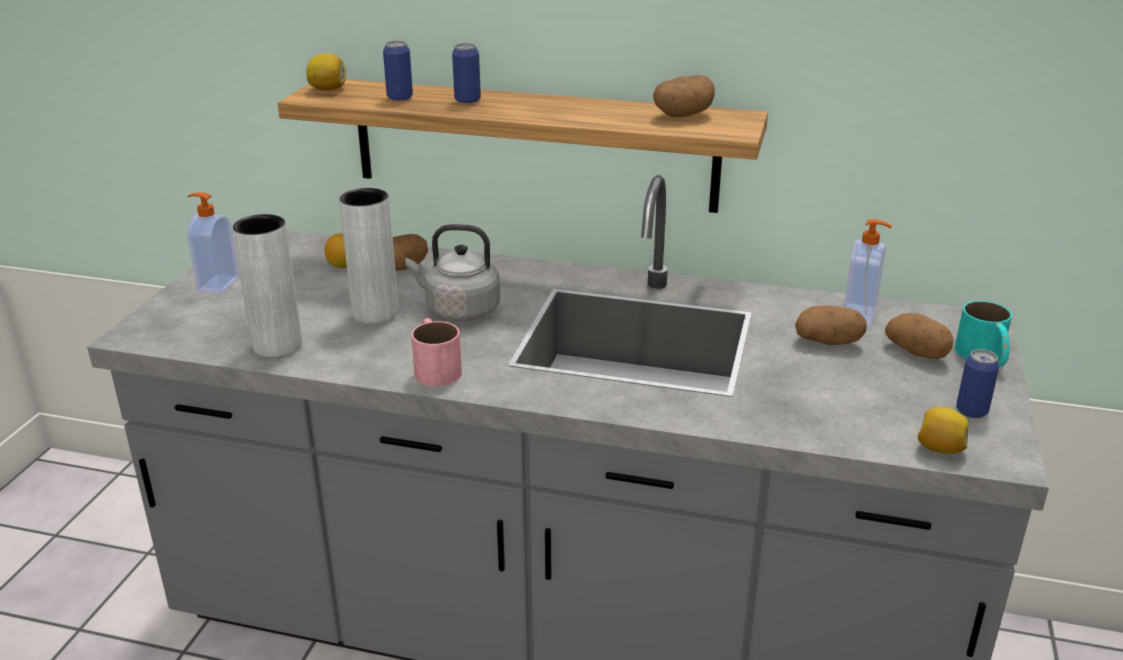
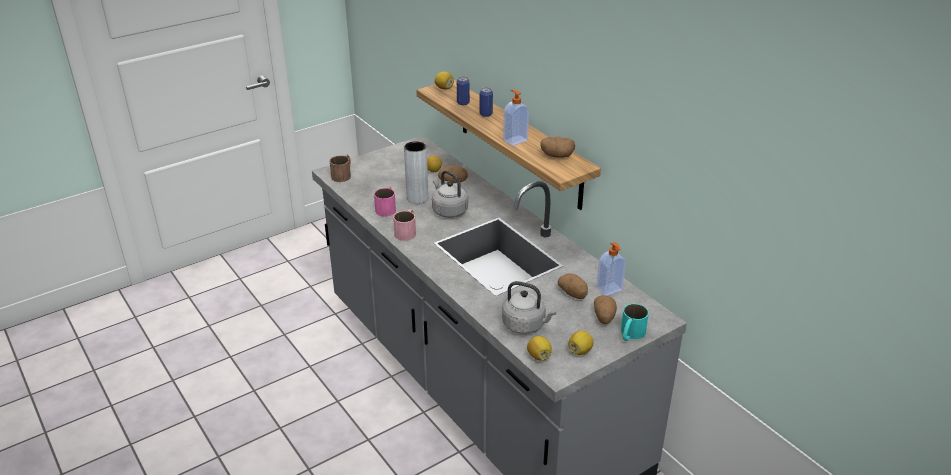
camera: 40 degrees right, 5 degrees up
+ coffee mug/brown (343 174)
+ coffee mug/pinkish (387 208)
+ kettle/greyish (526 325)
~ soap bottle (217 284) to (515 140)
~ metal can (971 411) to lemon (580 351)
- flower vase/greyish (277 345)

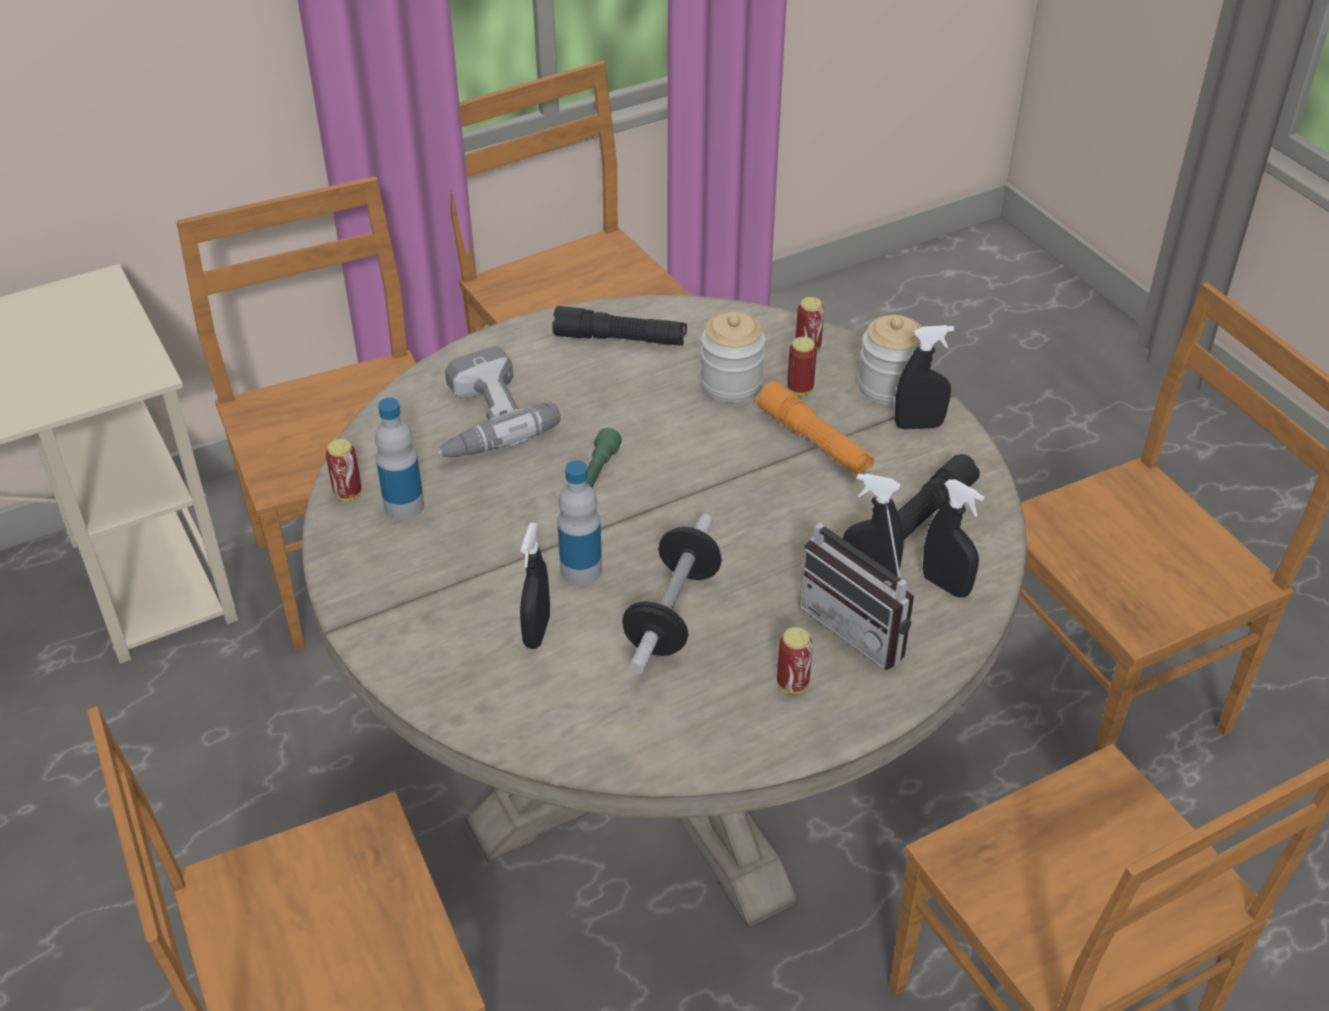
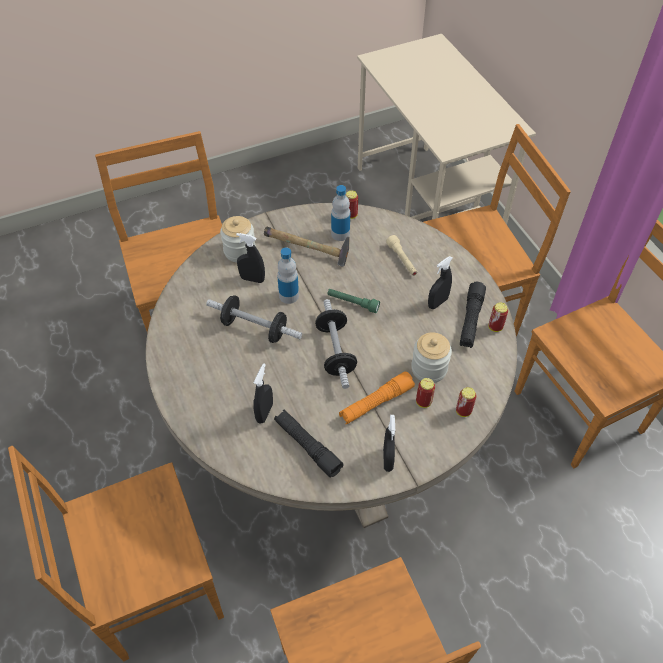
camera: 95 degrees right, 10 degrees up
~ jar (888 387) to (240 251)
+ hammer (308 251)
+ dumbbell (335 351)
~ drill (480 419) to hand torch/sand-coloured (402 260)
~ sprayer/blackish (946 585) to (437 302)
~ metal can (792 684) to (495 327)
- radio receiver (862 626)

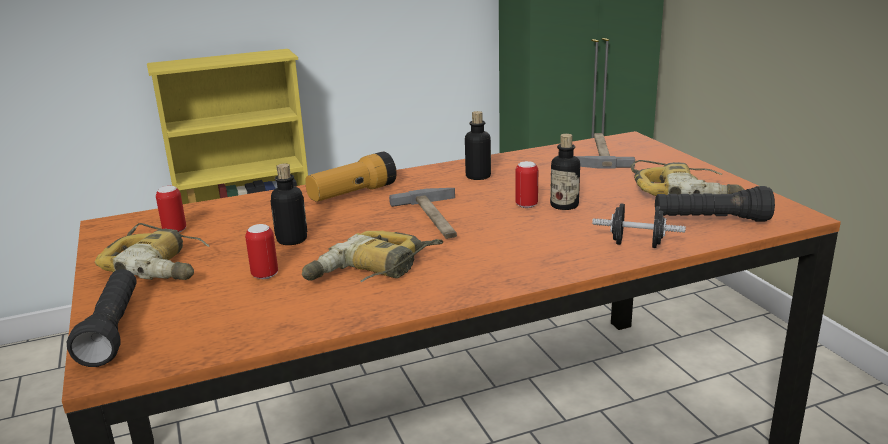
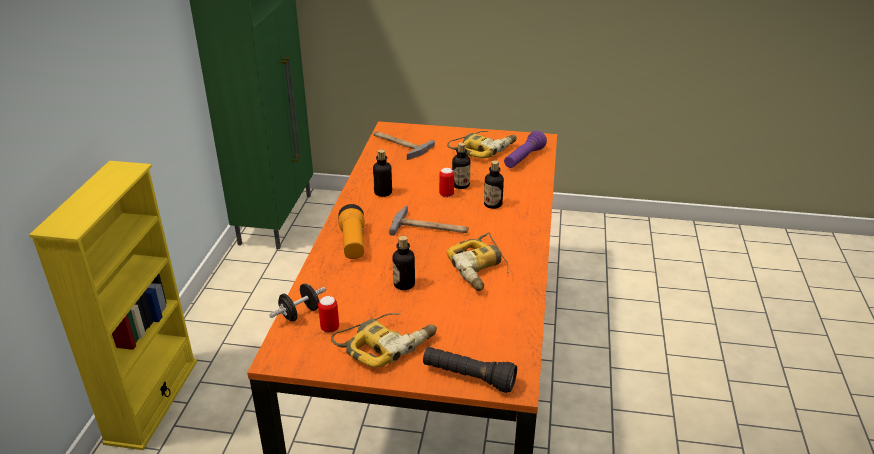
camera: 60 degrees left, 10 degrees up
~ dumbbell/blackish (636 244) to (300 313)
+ bottle (493 204)
~ hand torch/blackish (710 220) to hand torch/purple-coloured (524 159)
- metal can (265 275)

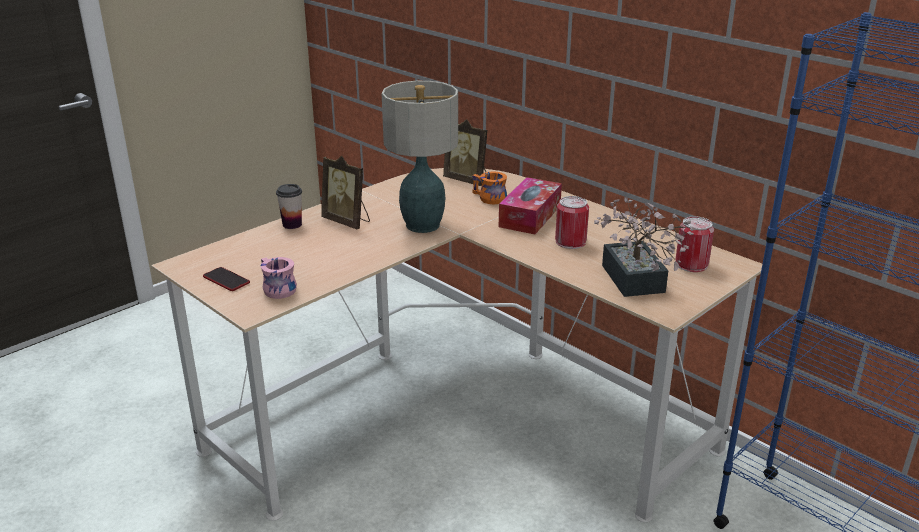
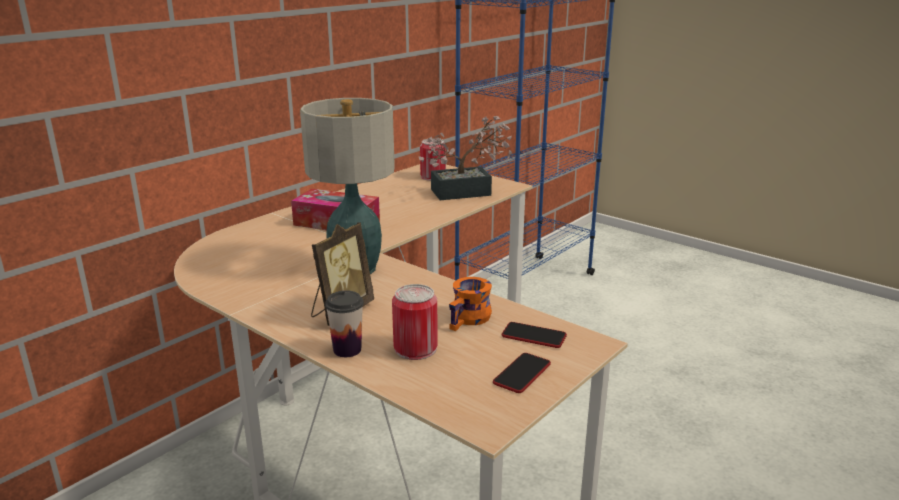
camera: 95 degrees left, 5 degrees down
~ metal can (570 242) to (415 348)
~ coffee mug/orange-coloured (488 198) to (470 320)
~ coffee mug/pinkish (275 289) to telephone (534 336)
- photo frame (467 180)

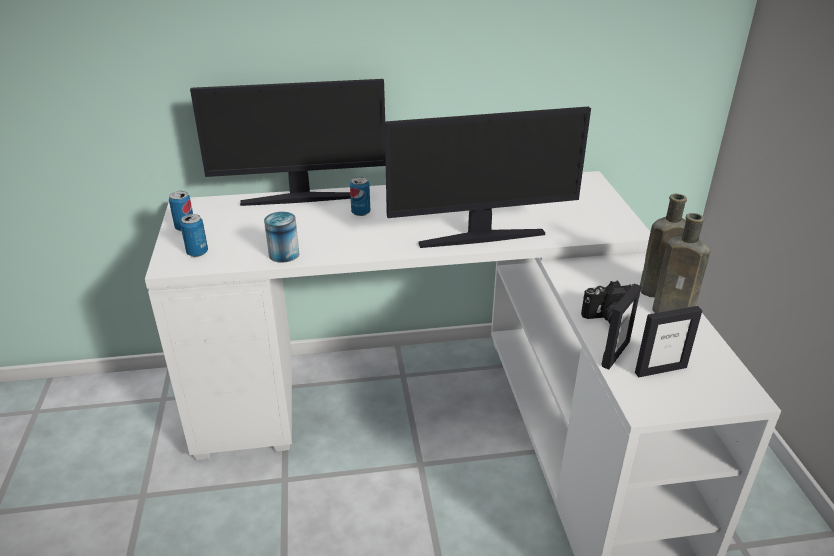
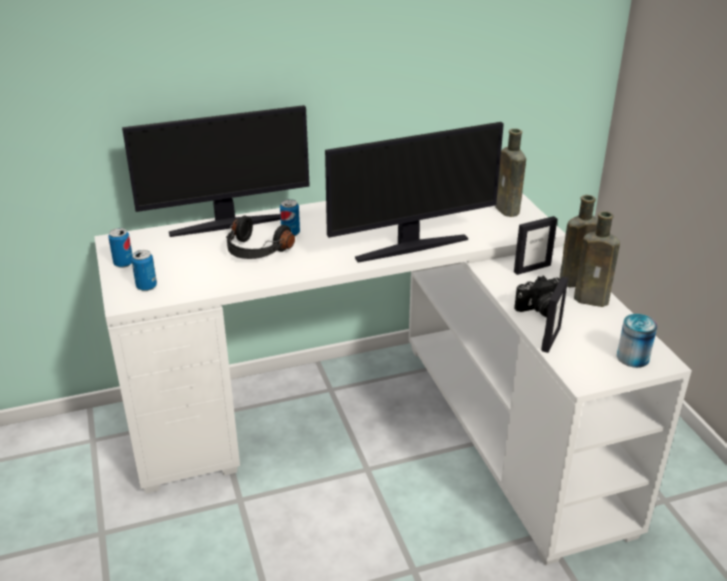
camera: 10 degrees left, 0 degrees up
+ headset/blackish (255 251)
+ bottle/brown (508 210)
~ photo frame (660 369) to (532 268)
~ metal can (284 254) to (632 357)

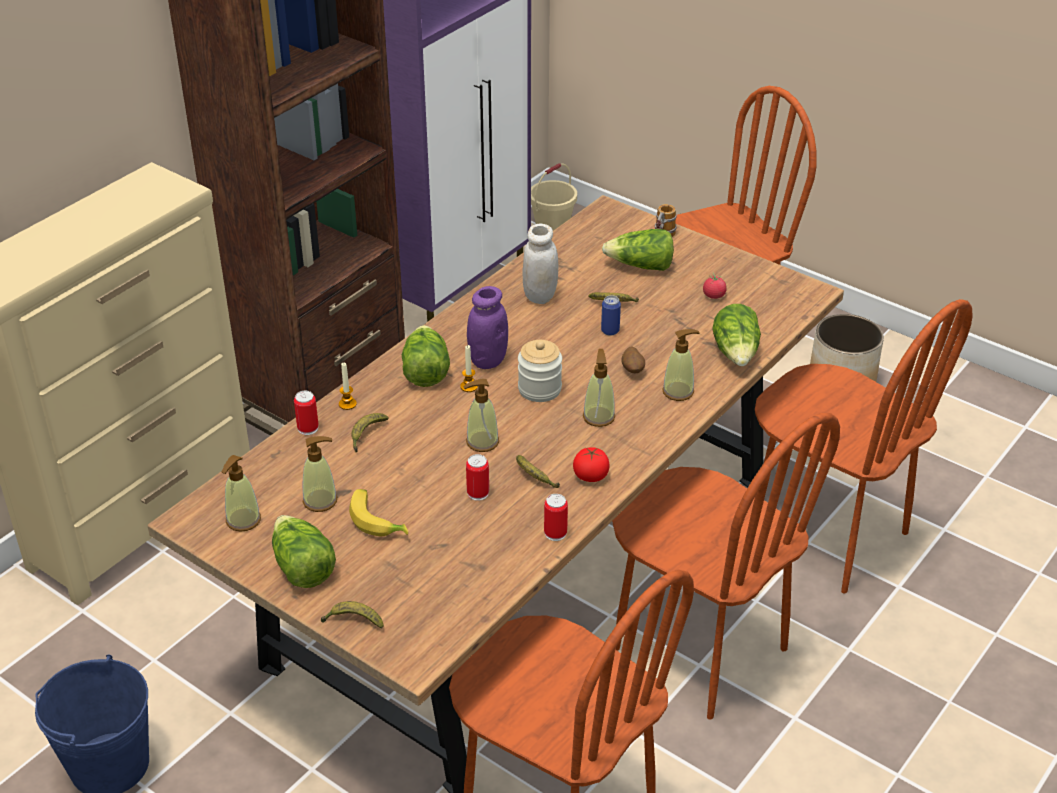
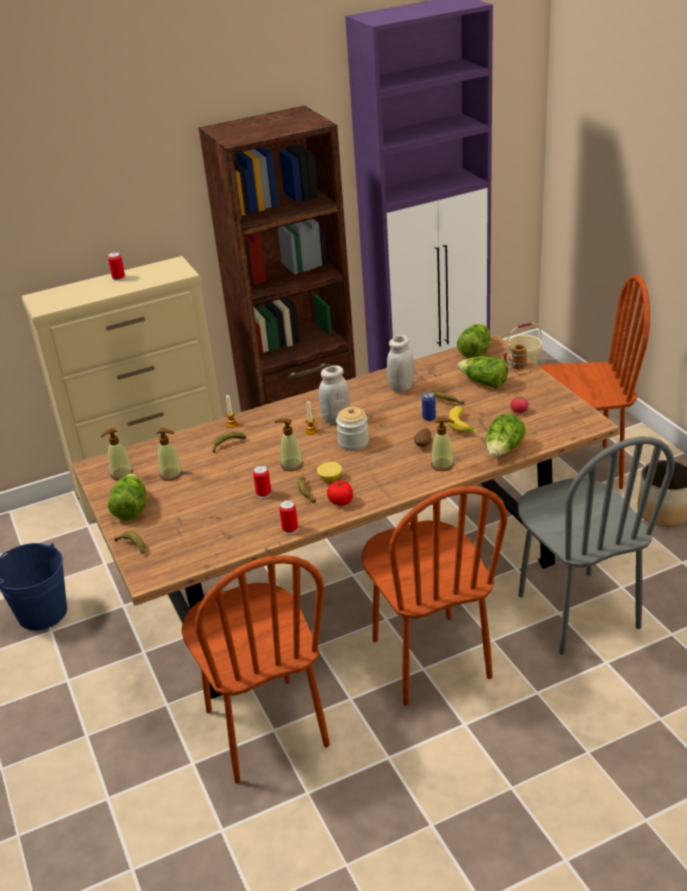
camera: 30 degrees right, 5 degrees down
~ metal can (308 428) to (118 278)
+ lemon (330 478)
~ jar/purple-coloured (488 360) to jar/white (335 418)
~ banana (378 520) to (464 425)
~ lettuce (425 371) to (474 350)
~ plain chair/brown (827 534) to plain chair/greyish (577 611)
- soap bottle (598 416)

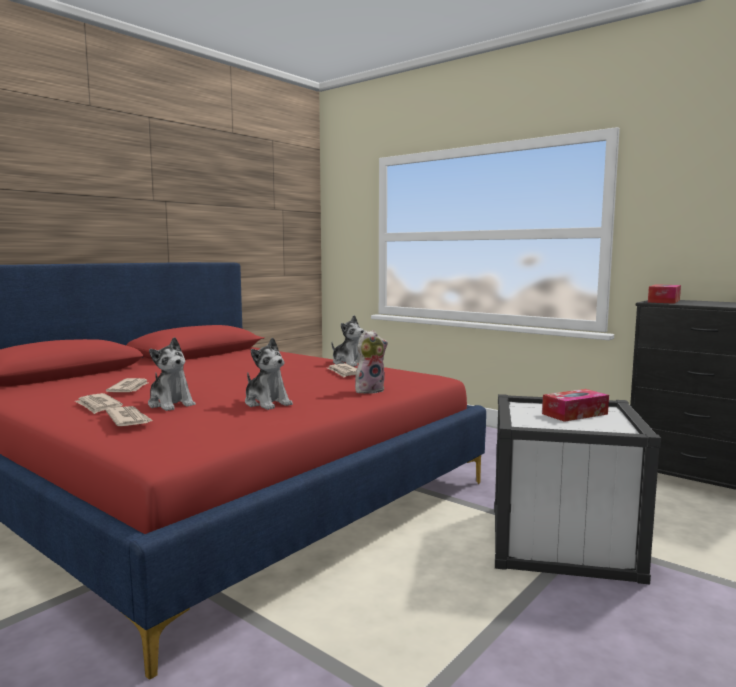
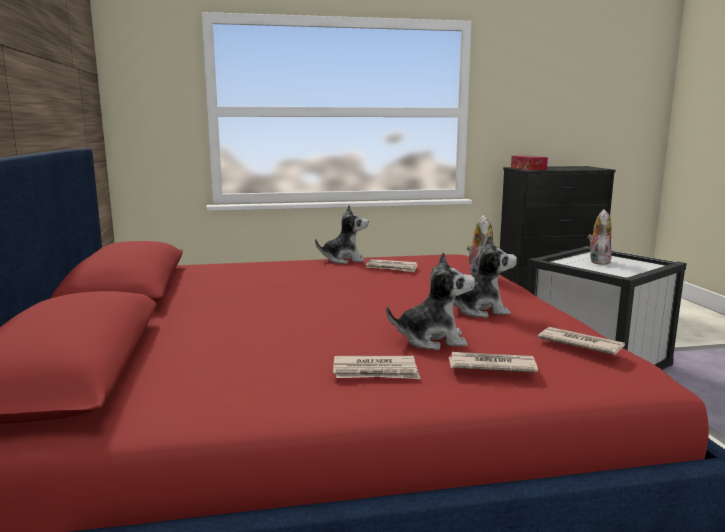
camera: 50 degrees left, 5 degrees up
~ daily paper (129 388) to (579 344)
~ tissue holder (574 414) to cuddly toy (598 261)

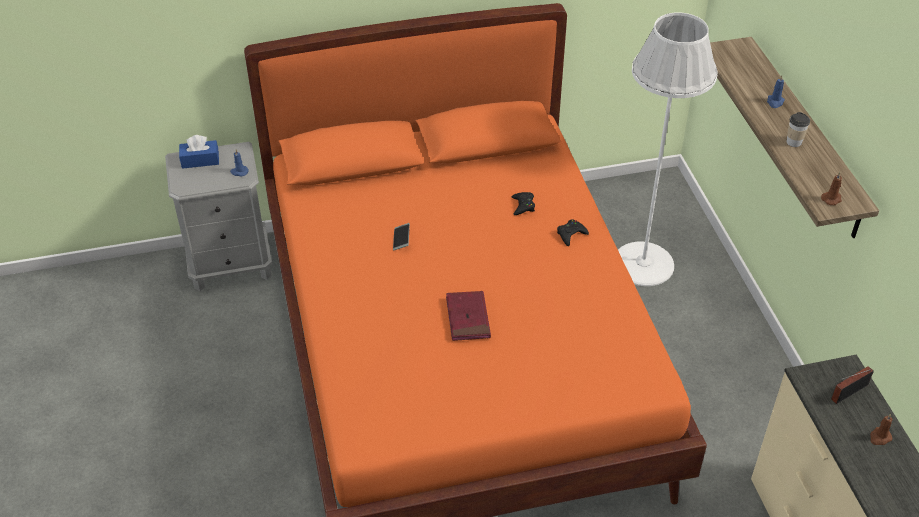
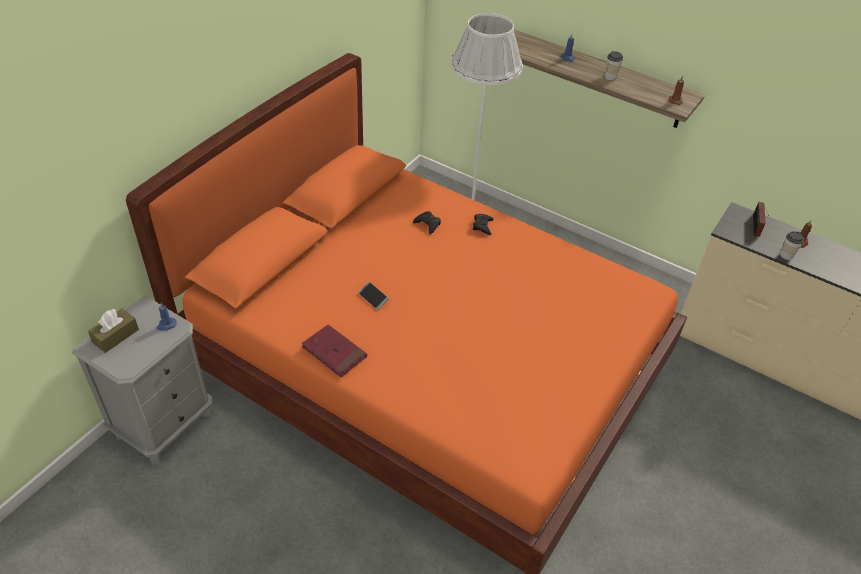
camera: 45 degrees left, 0 degrees up
~ tissue holder/blue (200 160) to tissue holder/brown (115 336)
~ volume/red (468 318) to (334 352)
+ drinking cup (786 255)

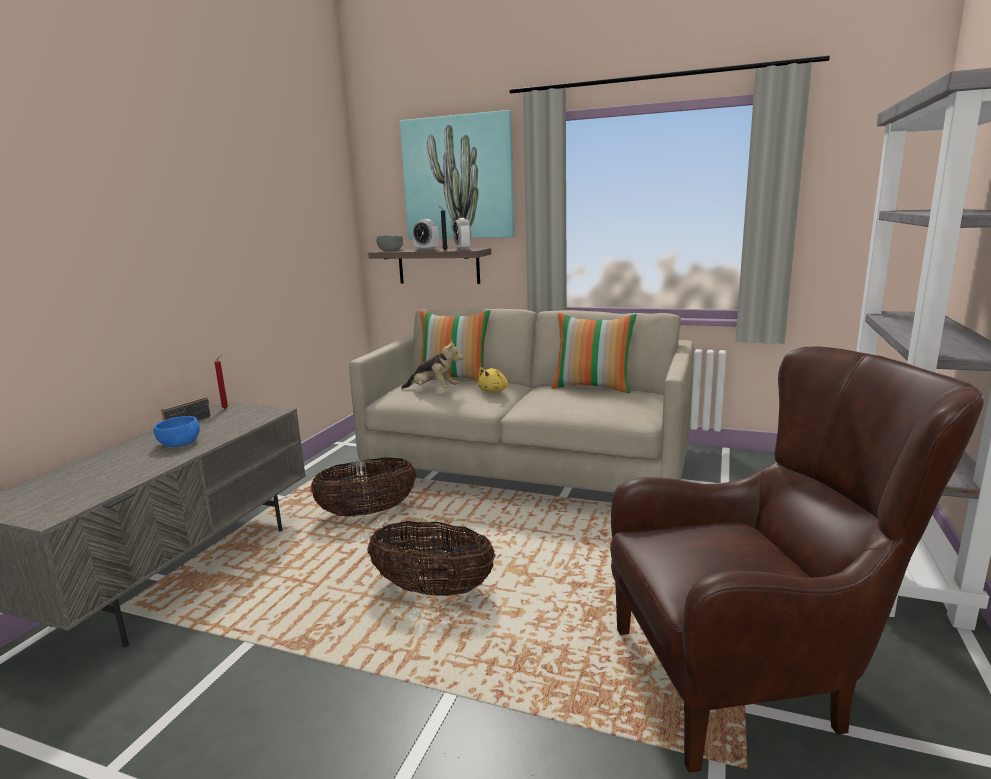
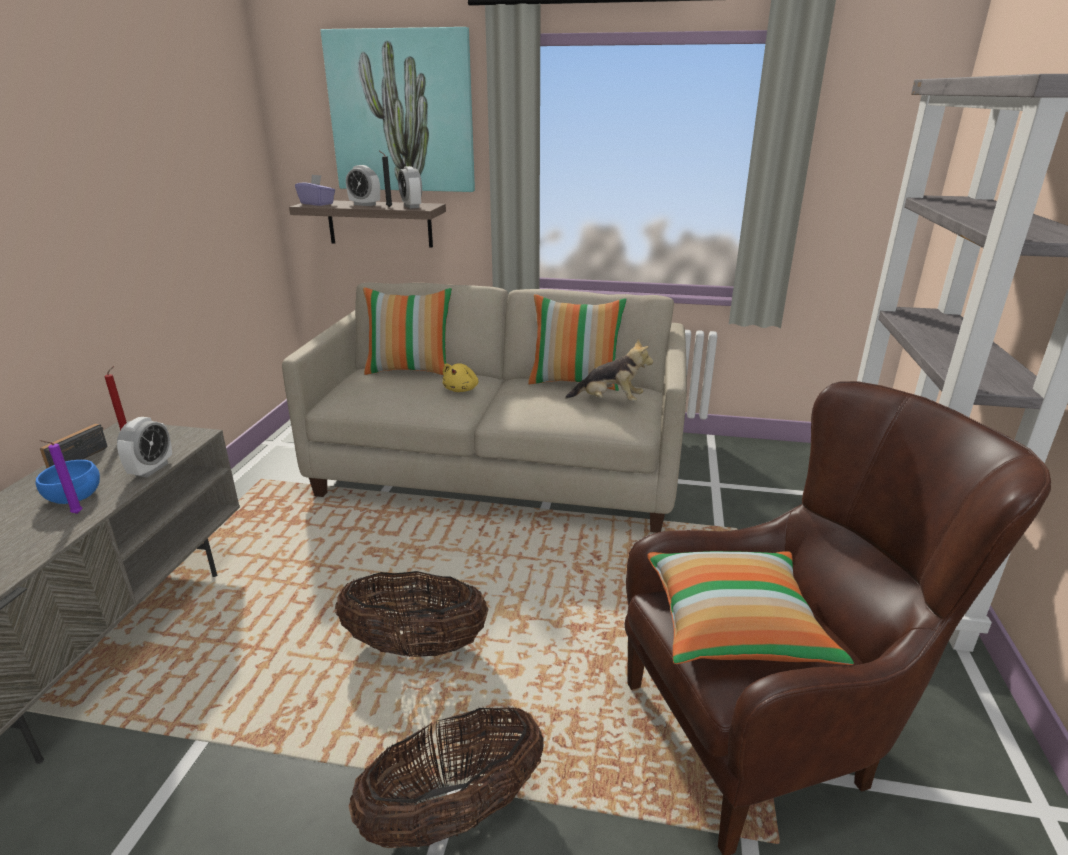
camera: 10 degrees left, 10 degrees up
+ wax candle/purple-coloured (75 514)
+ table clock (151 469)
~ deep dish/greyish (390 250) to tissue holder/purple-coloured (317 204)
~ basket (367 512) to (454 813)
~ cuddly toy (433 390) to (609 401)
+ pillow (734 626)

